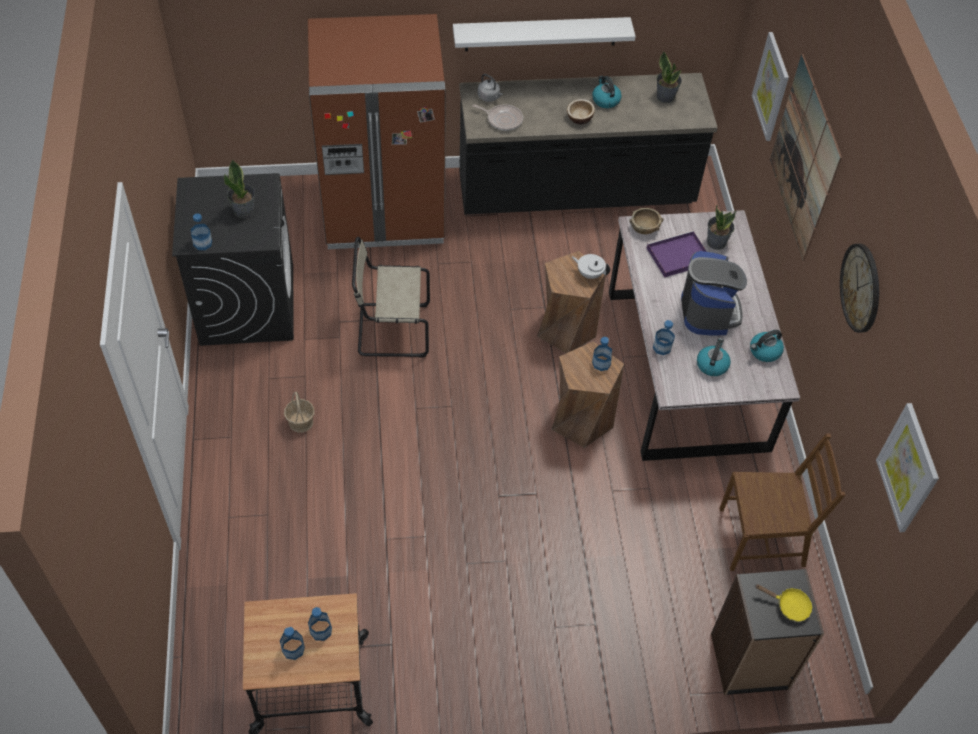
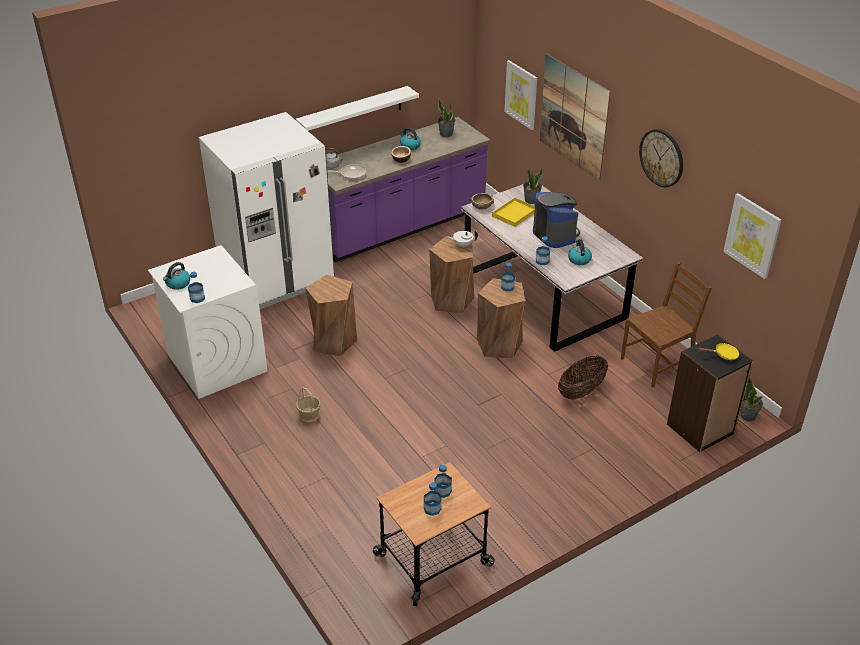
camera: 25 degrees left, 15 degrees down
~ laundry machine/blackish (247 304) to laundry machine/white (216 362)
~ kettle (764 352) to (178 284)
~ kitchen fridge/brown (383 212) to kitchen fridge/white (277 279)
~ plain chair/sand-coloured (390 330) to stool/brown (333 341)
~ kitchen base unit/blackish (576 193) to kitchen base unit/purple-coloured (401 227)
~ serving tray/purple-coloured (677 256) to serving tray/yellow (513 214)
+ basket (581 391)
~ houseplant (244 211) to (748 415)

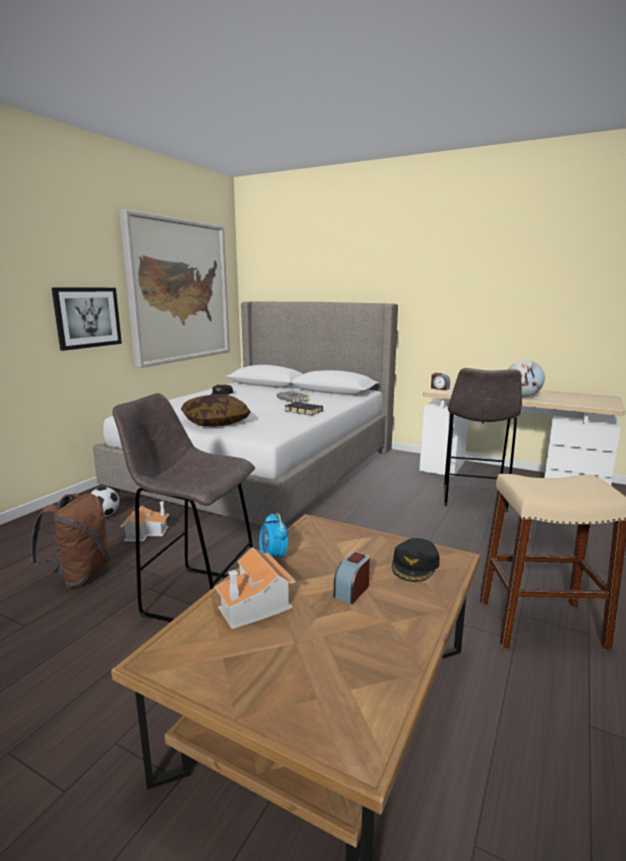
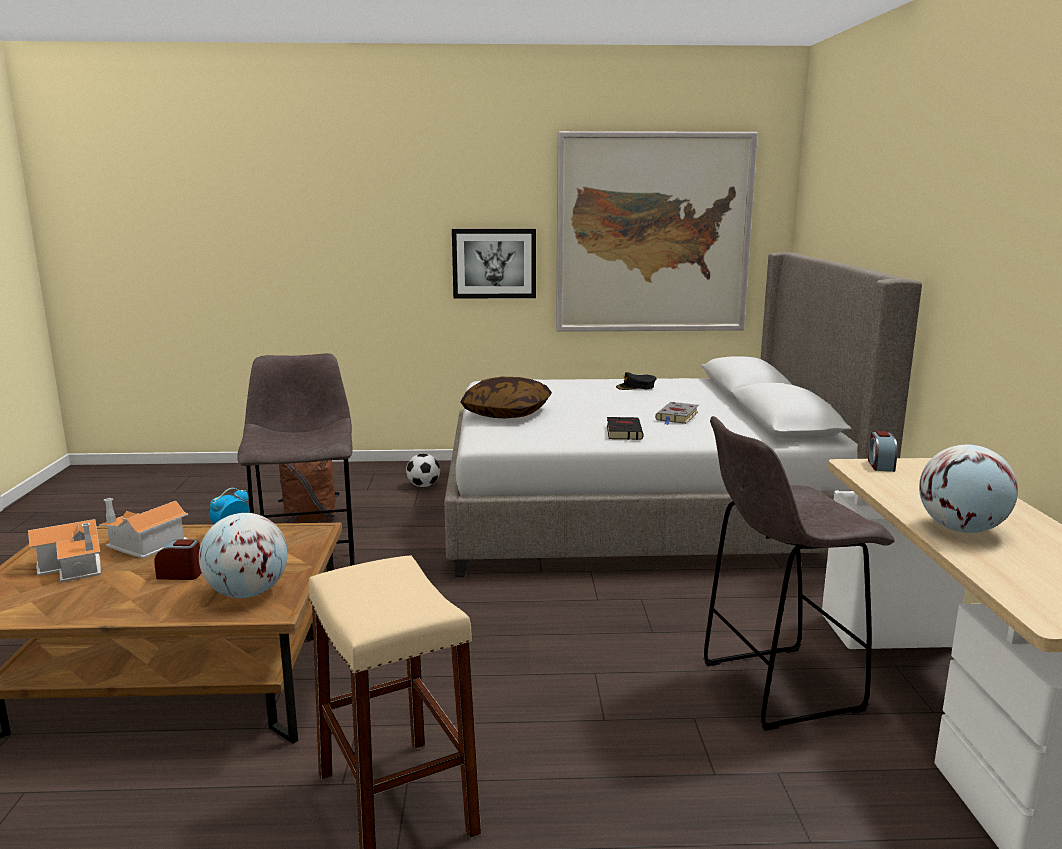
camera: 60 degrees right, 0 degrees up
~ toy house (146 532) to (75 566)
~ baseball cap/blackish (415 565) to globe (247 593)

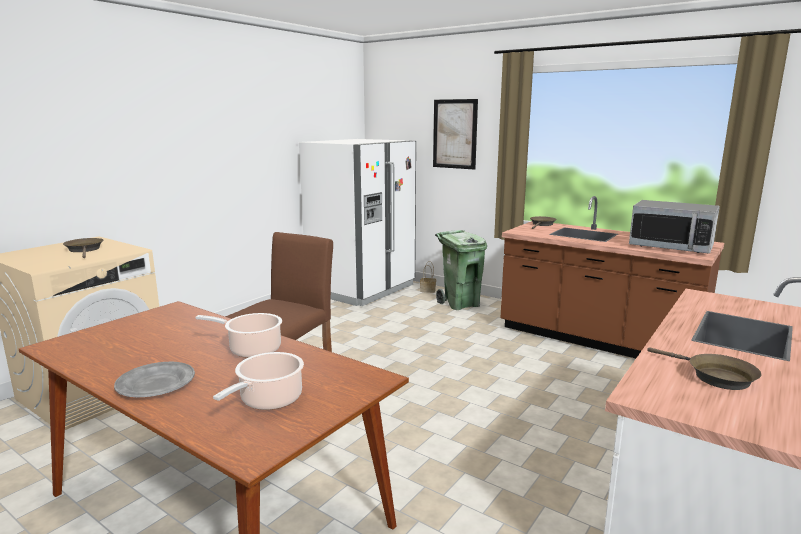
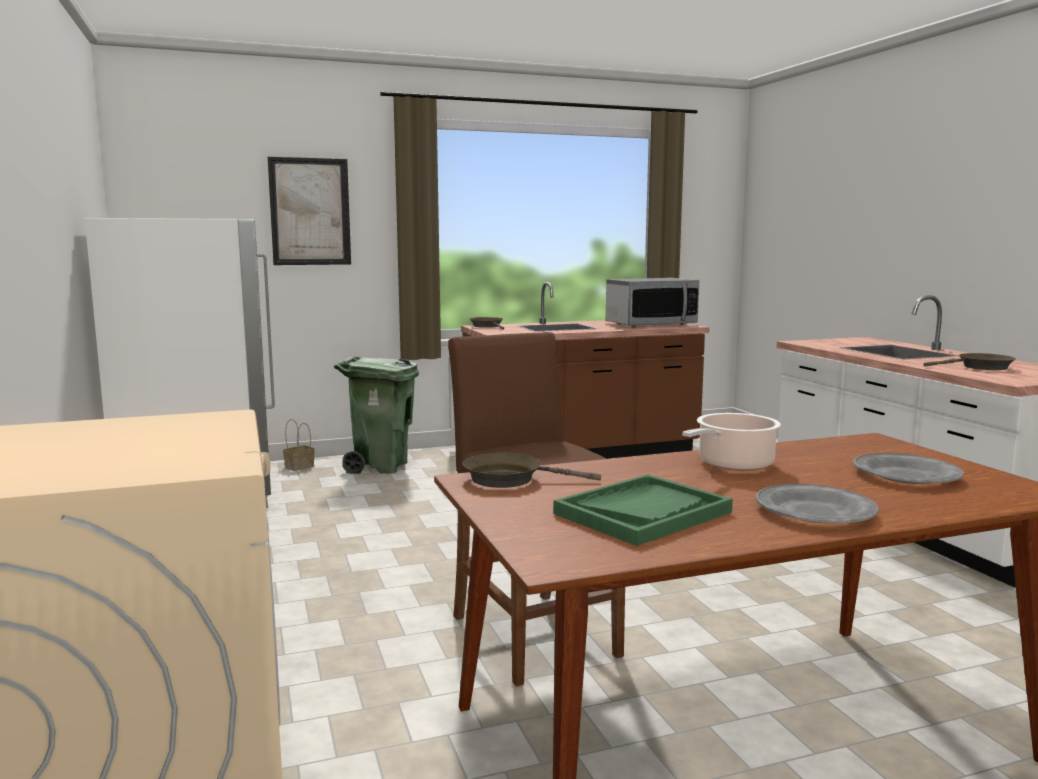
camera: 55 degrees left, 5 degrees down
~ skillet/brown (85 250) to (509 479)
+ serving tray/green (642 513)
~ cooking pot (268 400) to plate/greyish (906 475)

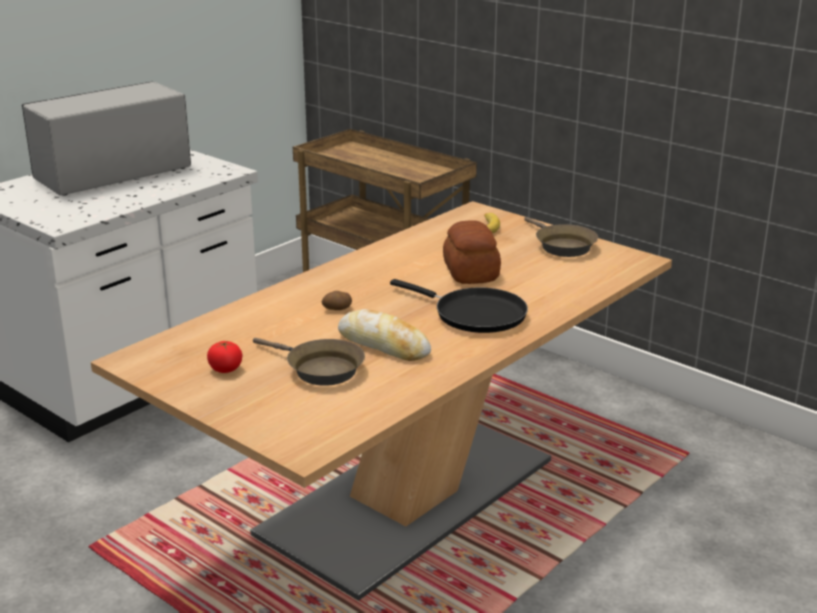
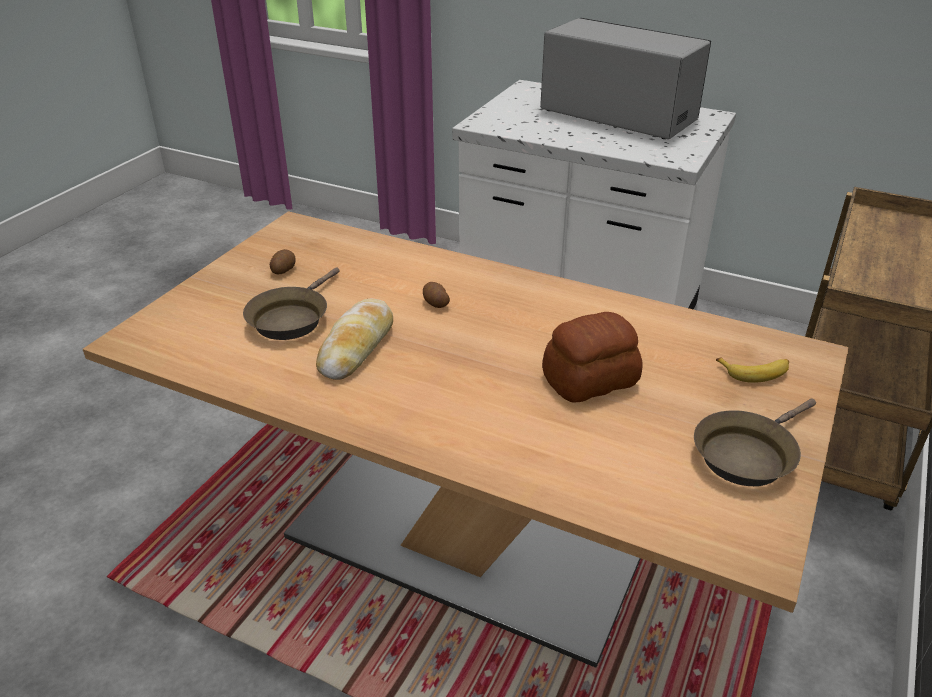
camera: 75 degrees right, 10 degrees up
~ whole tomato (225 369) to whole potato (283 270)
- skillet/blackish (474 314)

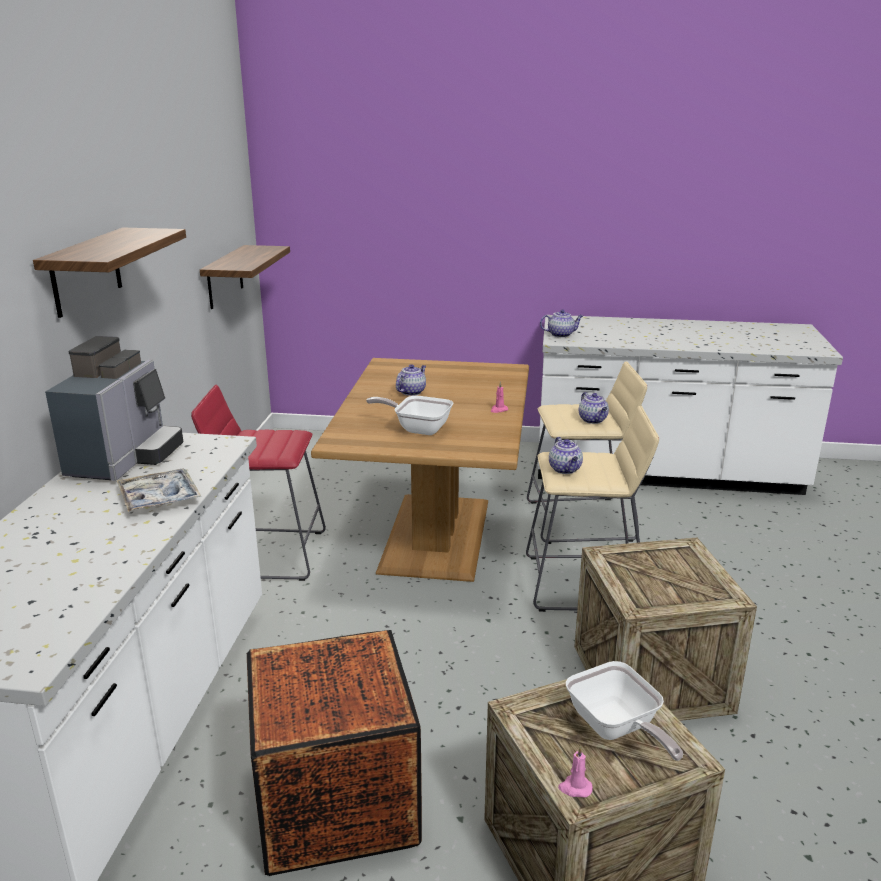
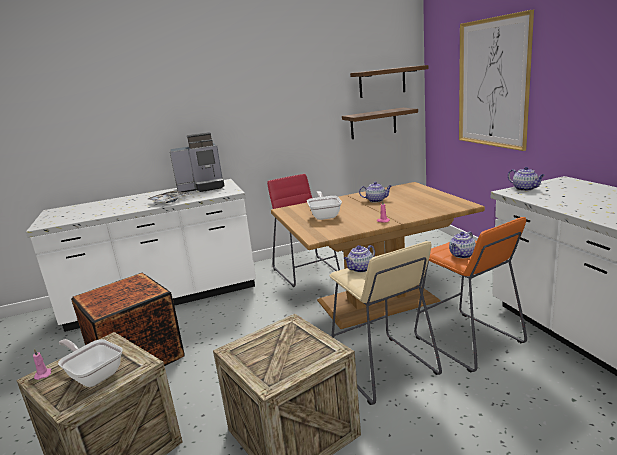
camera: 65 degrees right, 5 degrees down
~ skillet (616 729) = (94 374) 90 degrees clockwise
~ wall shelf (86 272) to (382 82)
~ stool/sand-coloured (580 520) to stool/orange-coloured (468 341)
+ picture (492 83)

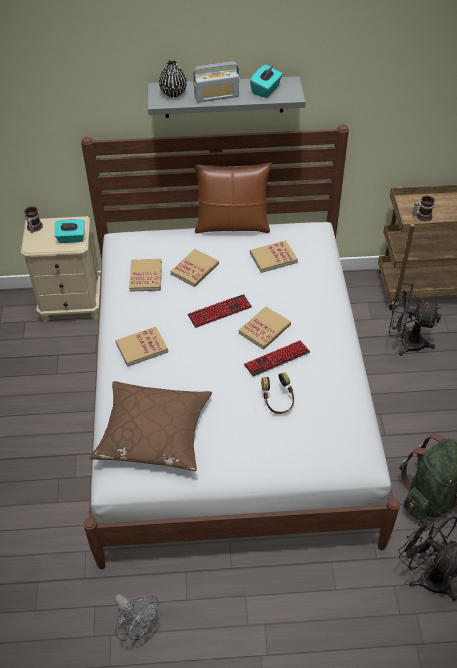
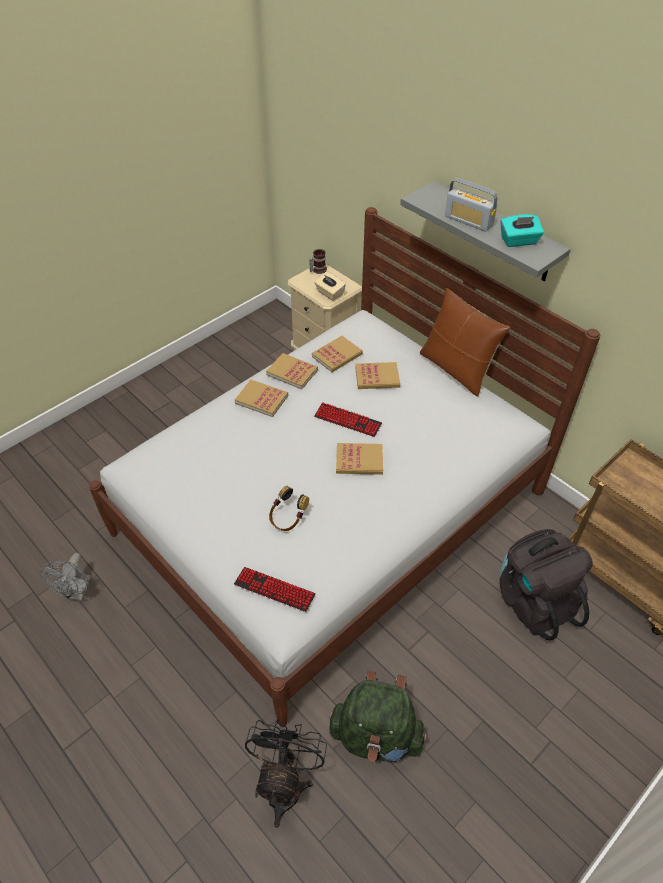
camera: 50 degrees right, 0 degrees up
~ computer keyboard (277 359) to (274 590)
~ volume (273 258) to (292 372)
~ tissue holder/turquoise-coloured (71 238) to tissue holder/sand-coloured (329 293)
~ electric fan/blackish (405 342) to rucksack/blackish (534 600)
- pillow/brown (153 433)
- flower vase/blackish (173 93)
- coffee mug (422 215)

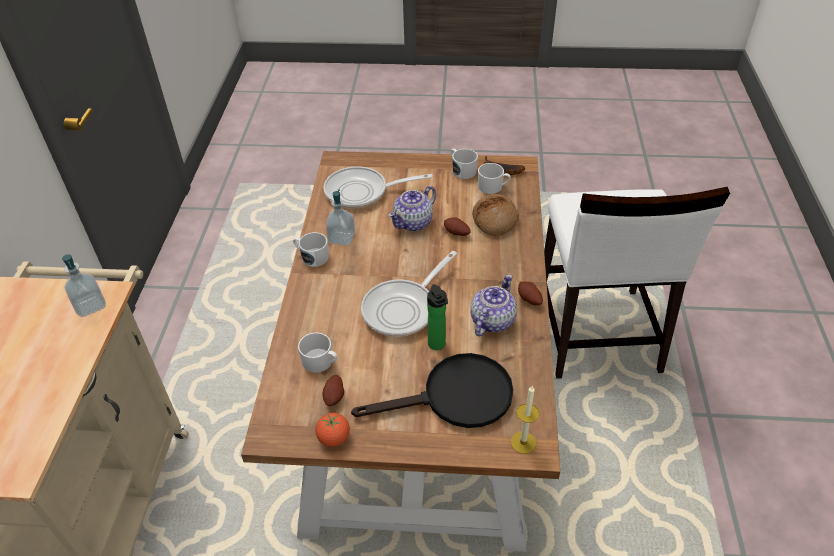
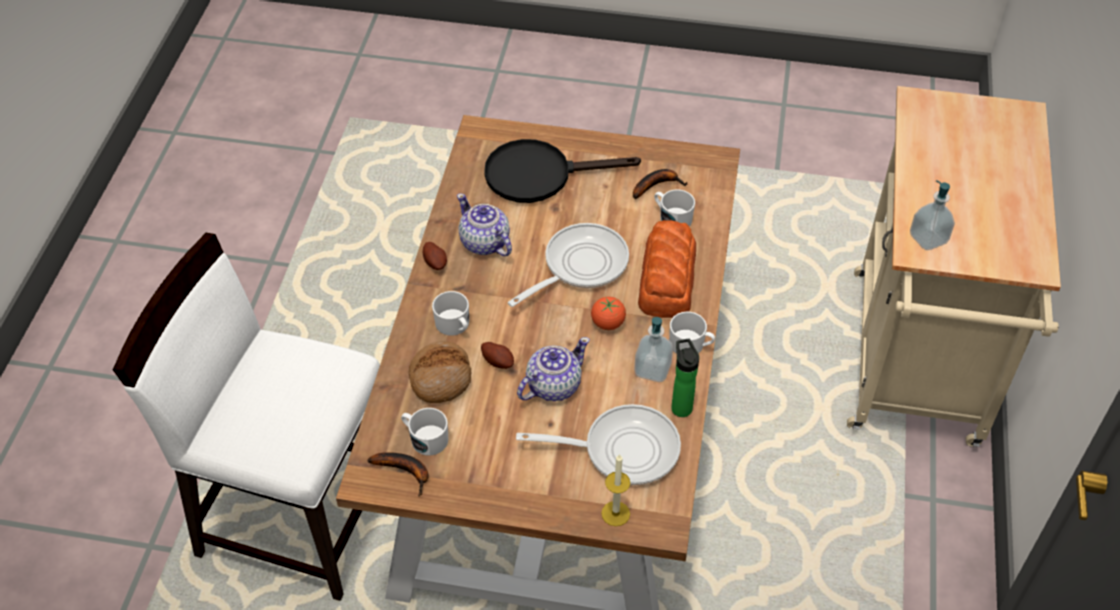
camera: 175 degrees left, 5 degrees up
~ plain chair/white (596 334) = (297 514) 75 degrees counterclockwise
~ coffee mug/white (462 170) to (454 325)
~ teapot (491 321) = (484 243) 105 degrees clockwise
~ whole tomato (334 438) to (608 323)
~ wax candle (523 442) to (615 513)
~ whole potato (335 396) to banana (656 185)
+ bakery bread (666 278)
~ bottle (437 346) to (680 406)

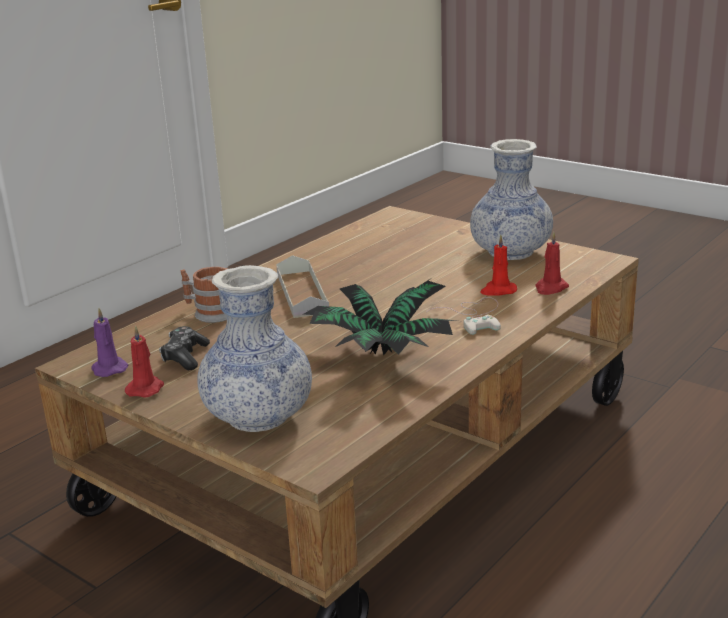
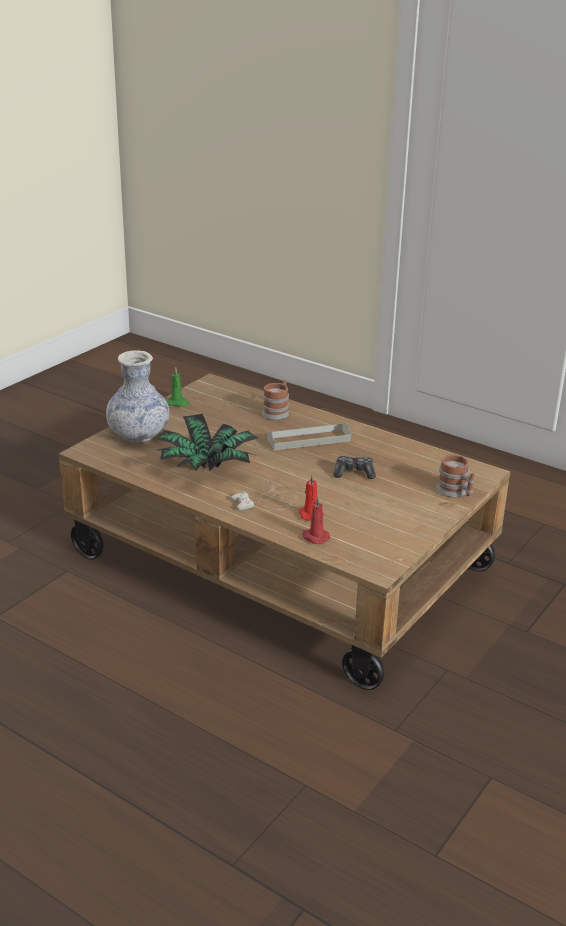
camera: 85 degrees right, 5 degrees up
~ wax candle/red (146 388) to wax candle/green (178 403)
~ game controller (185 357) to (354 473)
+ coffee mug (455 492)
- wax candle/purple-coloured (108 368)
- flower vase (510 252)

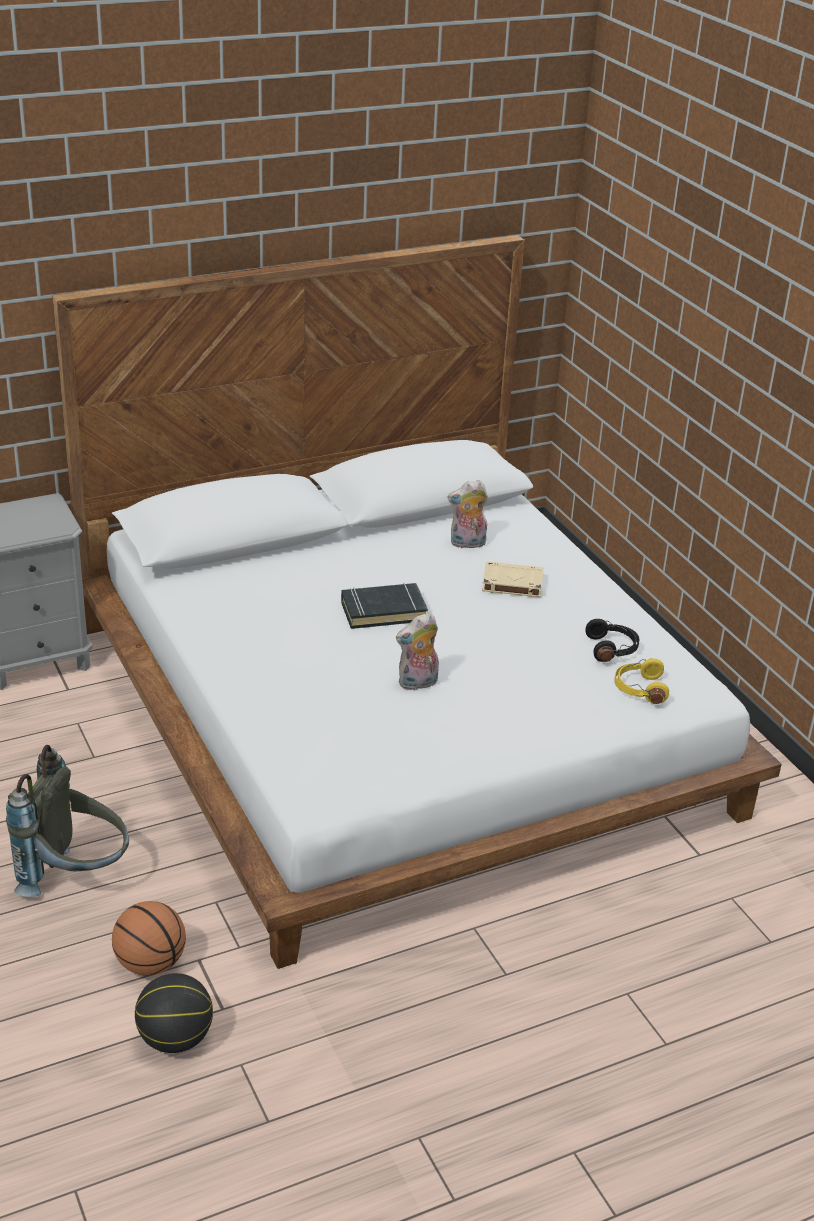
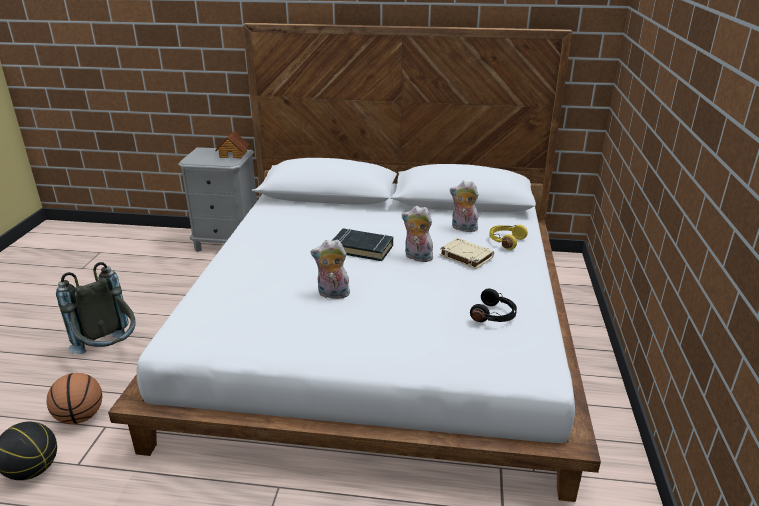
camera: 35 degrees right, 5 degrees down
+ toy house (233 154)
+ cuddly toy (417 257)
~ headset/yellow (639 689) to (505 241)

